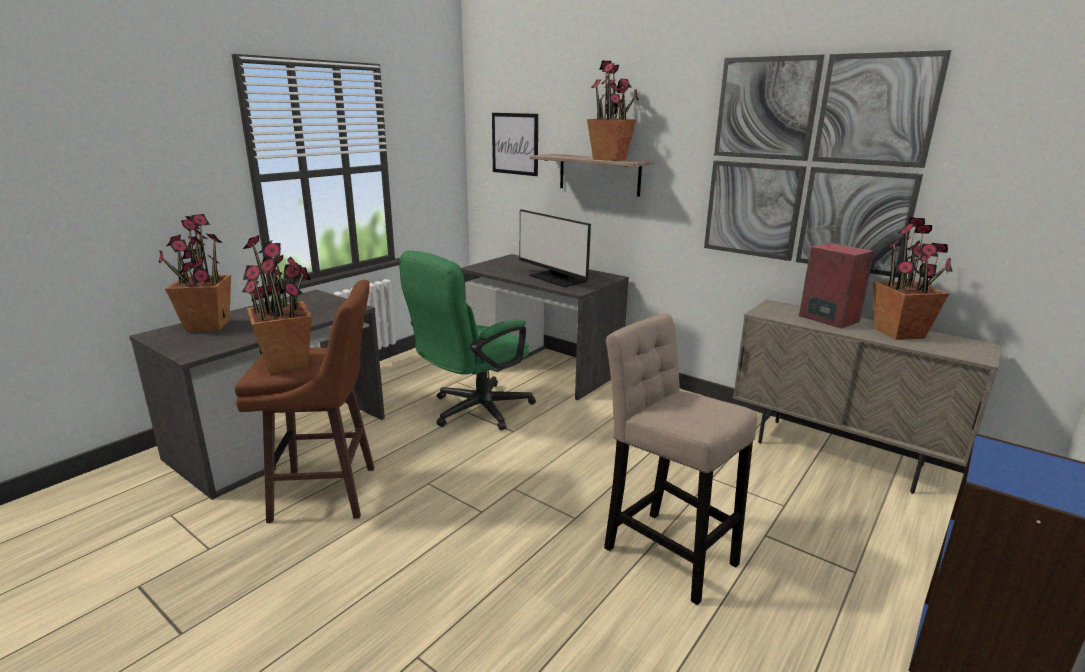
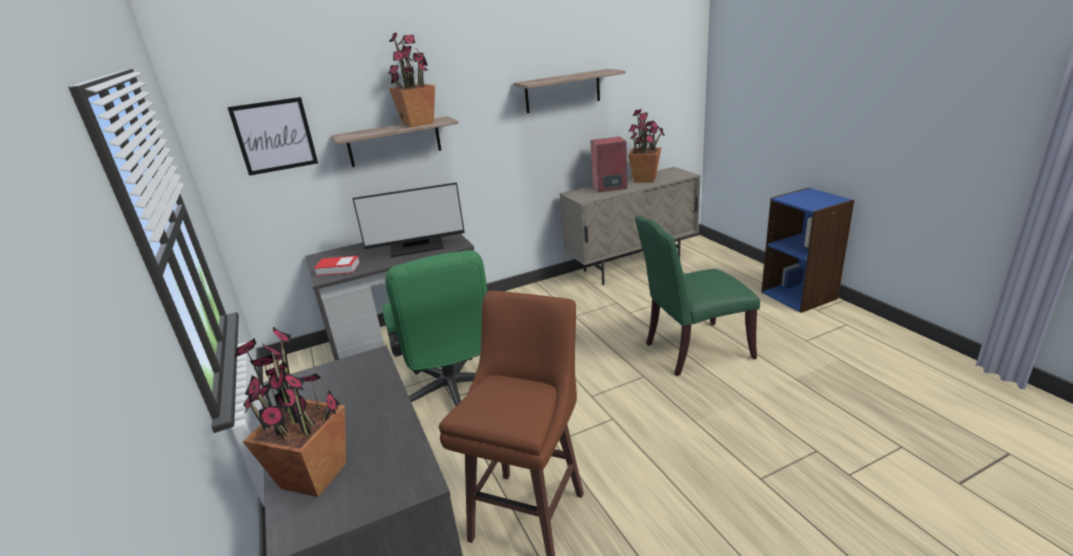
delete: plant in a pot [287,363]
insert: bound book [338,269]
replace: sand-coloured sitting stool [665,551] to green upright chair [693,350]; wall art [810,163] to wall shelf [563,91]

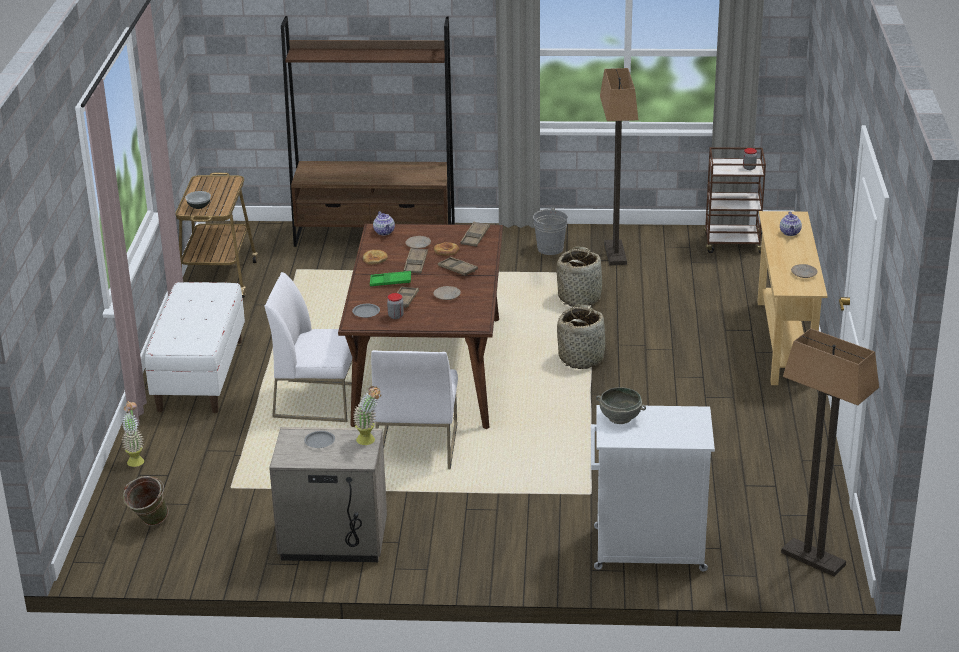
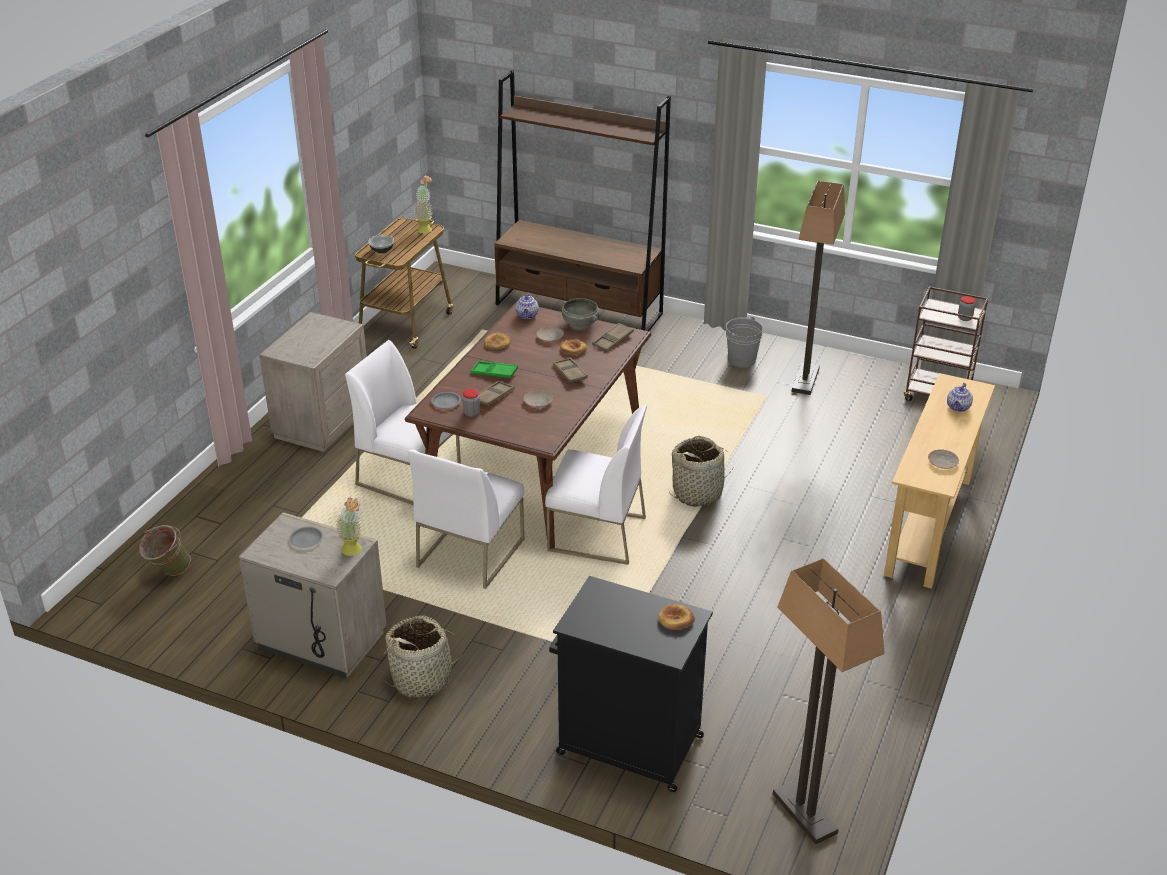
delete: brown-coloured carrying tray [415,264]
insert: whitish upright chair [596,534]; bread [676,619]
move: plant in a pot [135,459] to [425,228]; basket [580,298] to [423,679]; gray deep dish [620,418] to [579,324]
replace: whitish bench [200,375] to sand-coloured bedside table [321,422]
recolor: whitish cabinet [646,549] to black cabinet [627,744]

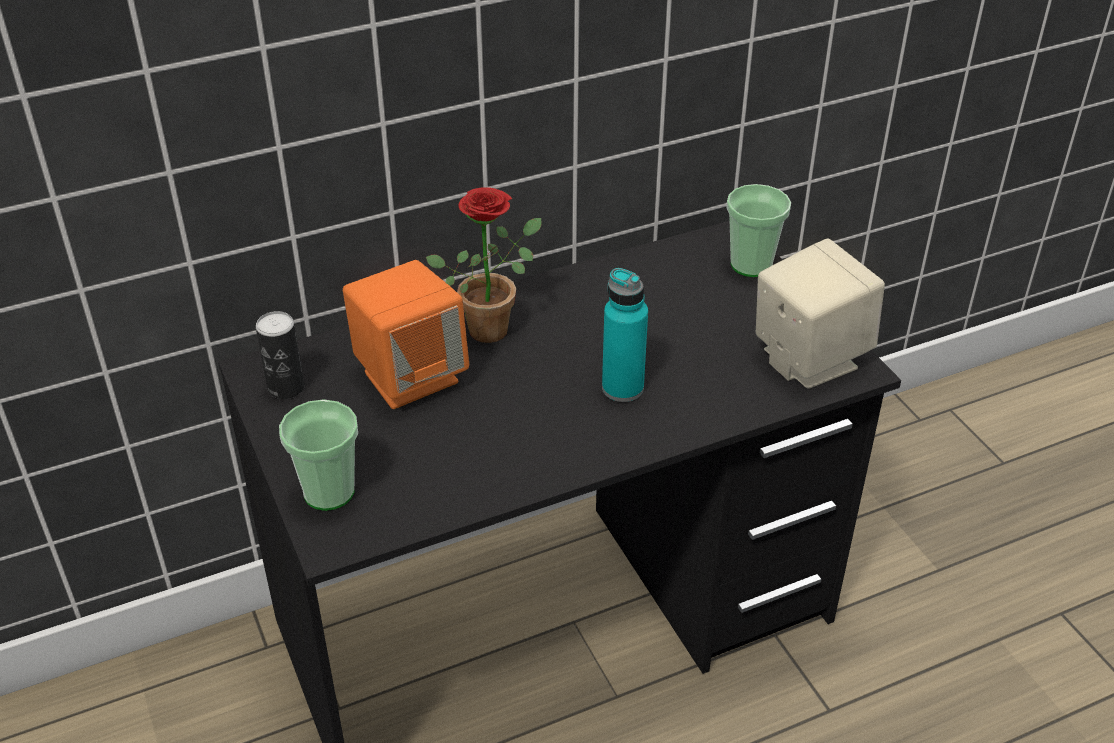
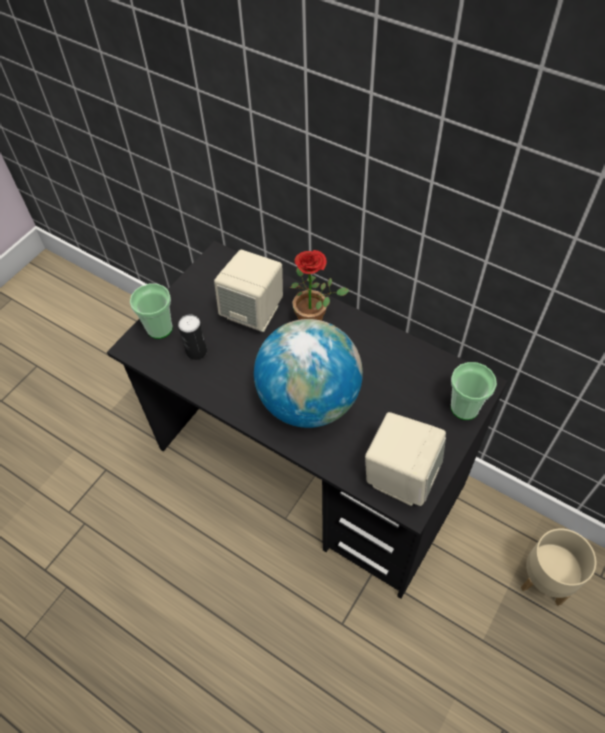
insert: sand-coloured plant pot [546,580]
move: metal can [286,387] to [196,351]
replace: blue-green drink bottle [622,388] to globe [309,401]
recolor: orange-coloured speaker [410,376] to sand-coloured speaker [254,312]

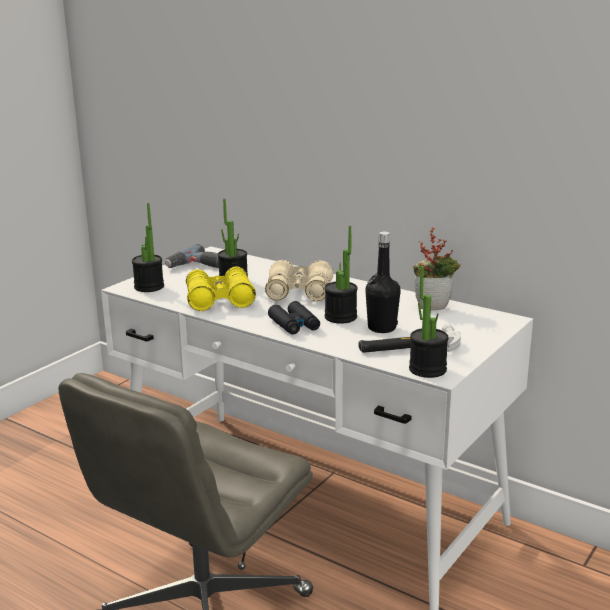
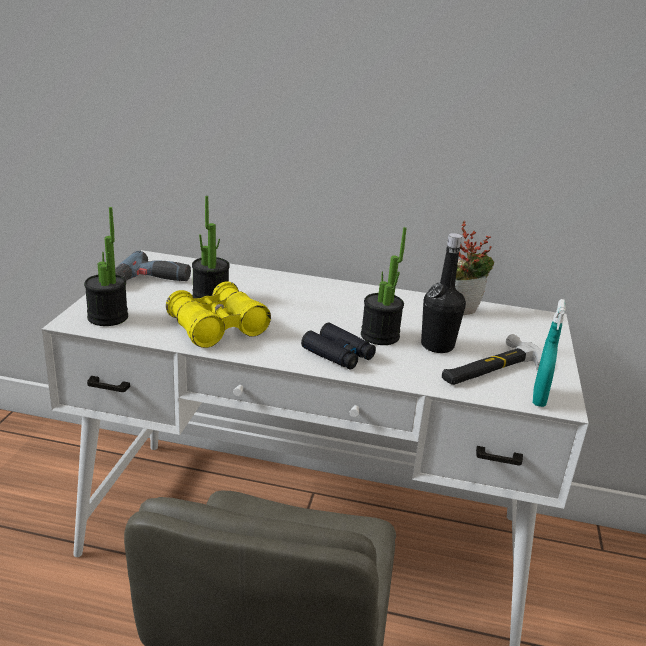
delete: sand-coloured binoculars [299,293]
replace: plant in a pot [427,369] to blue-green spray bottle [539,398]

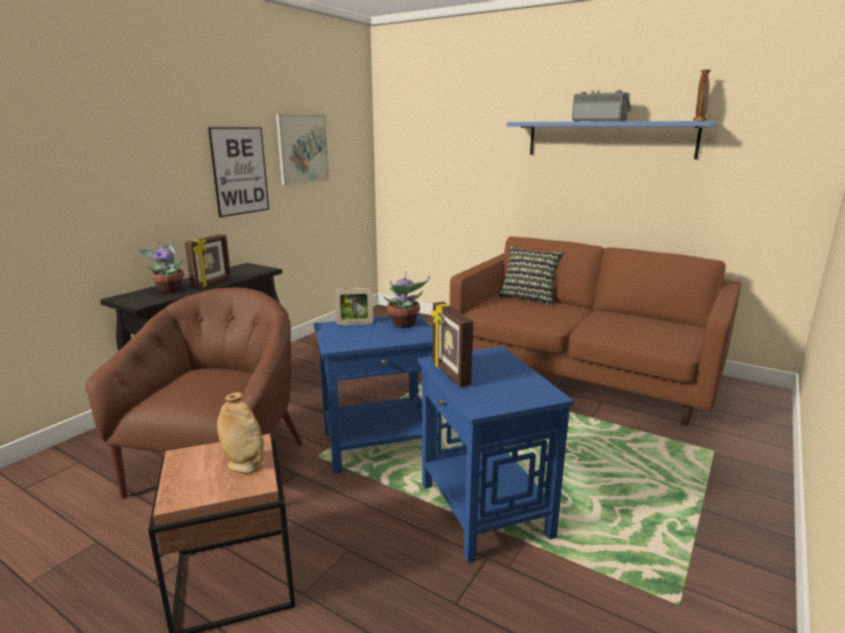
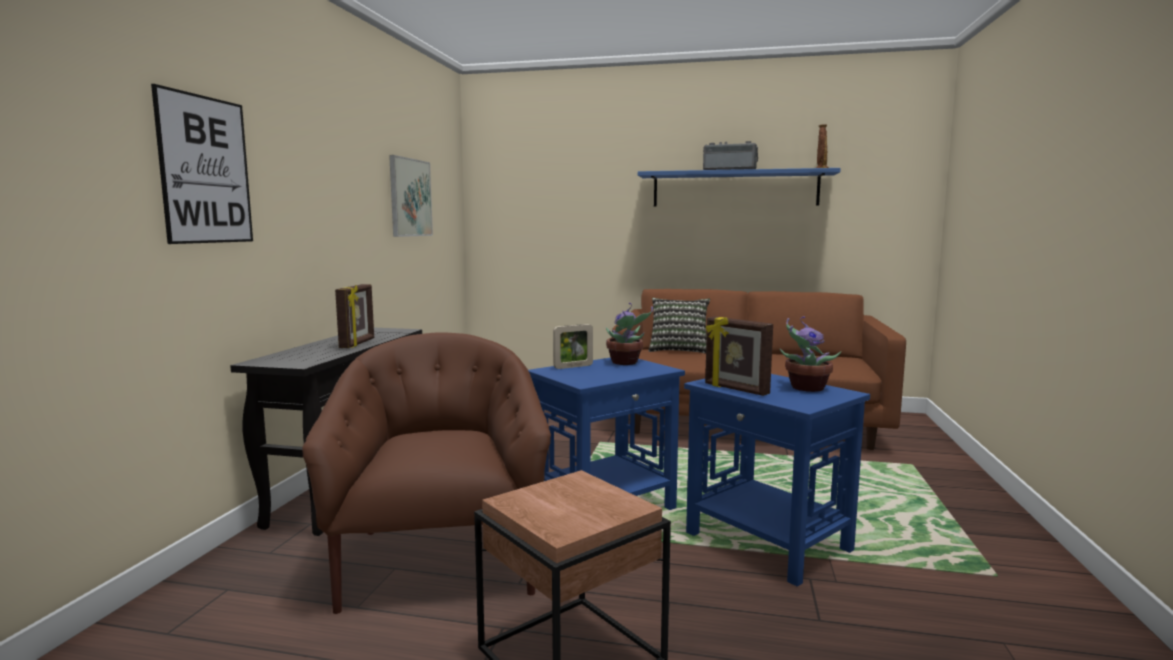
delete: sand-coloured decorative vase [243,466]
move: plant in a pot [169,289] to [805,388]; wall art [240,171] to [205,170]

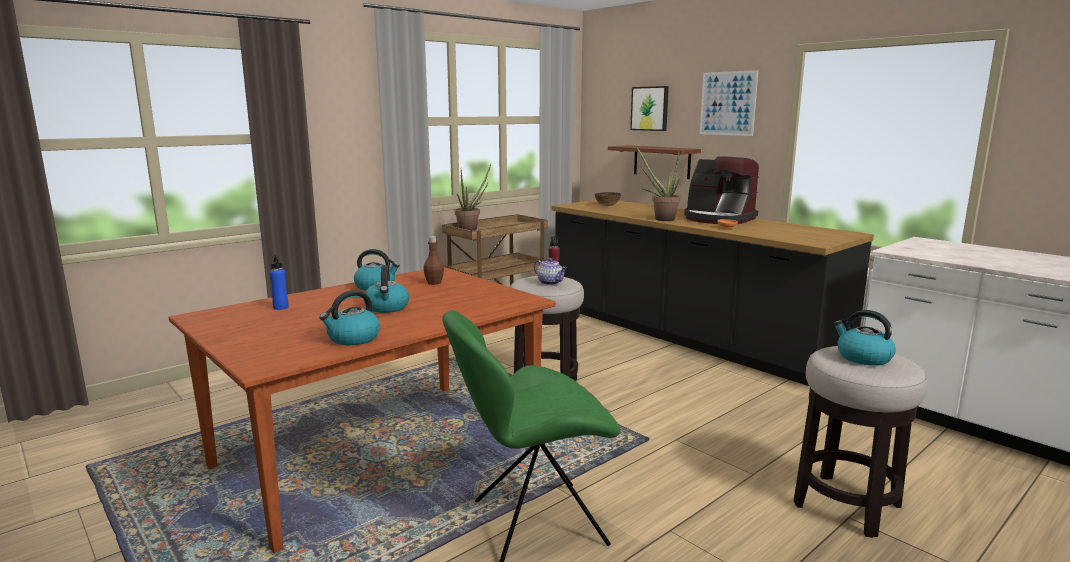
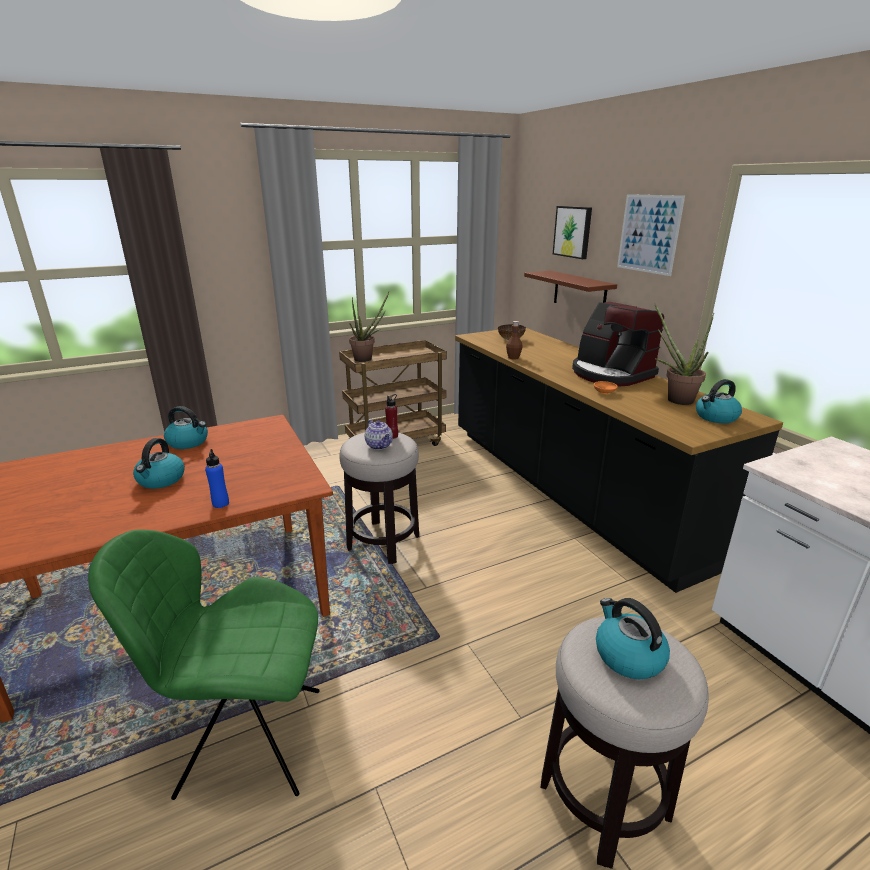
move: blue drink bottle [281,307] to [220,503]; tea kettle [353,339] to [716,417]; brown-coloured drink bottle [434,283] to [513,358]; plant in a pot [660,219] to [674,399]

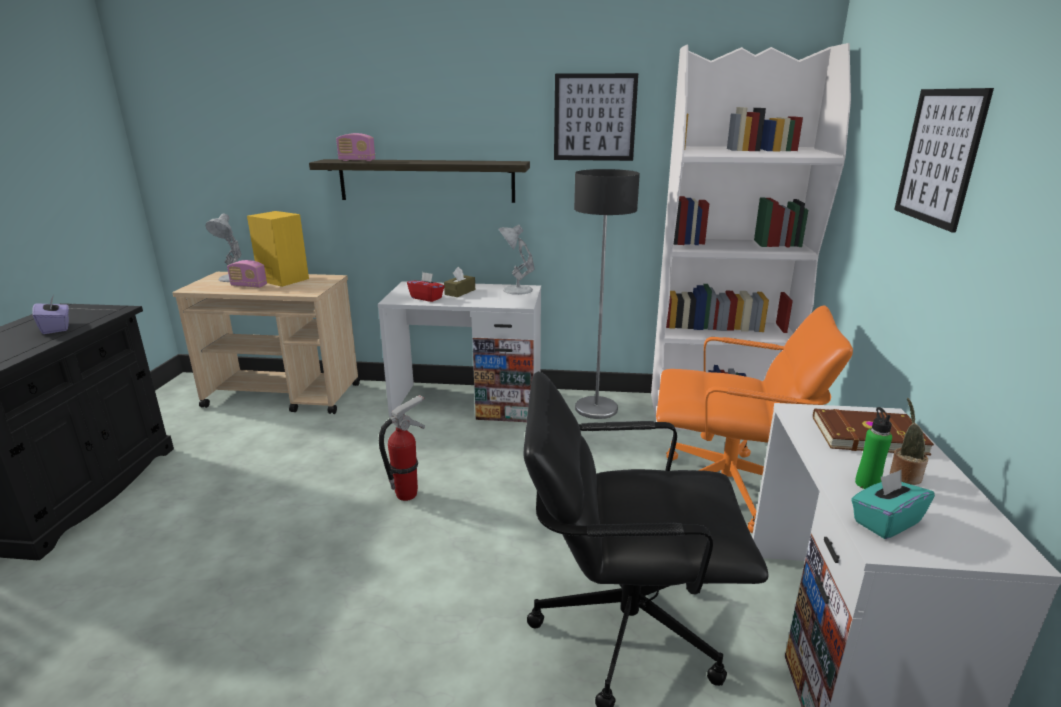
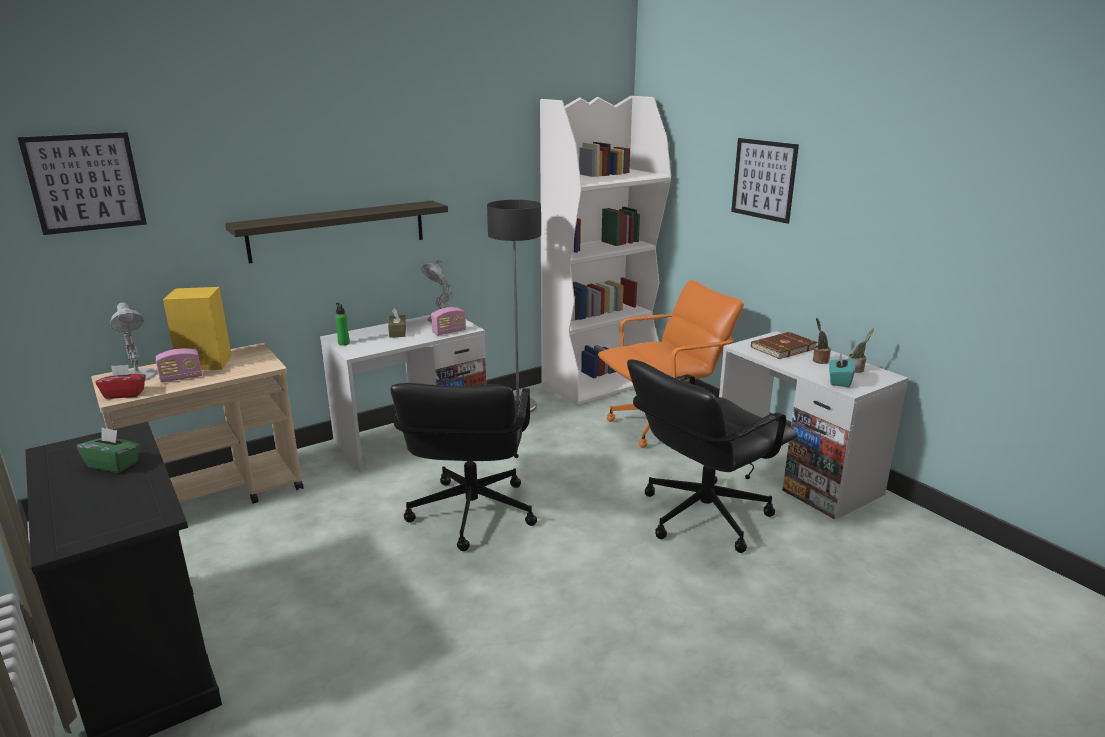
insert: plant in a pot [856,370]
move: radio [357,160] to [449,332]; red-coloured tissue box [427,298] to [125,394]; wall art [594,117] to [85,183]; green drink bottle [867,484] to [344,343]
replace: fire extinguisher [407,494] to black computer chair [471,513]
recolor: purple-coloured tissue box [56,328] to green tissue box [113,464]

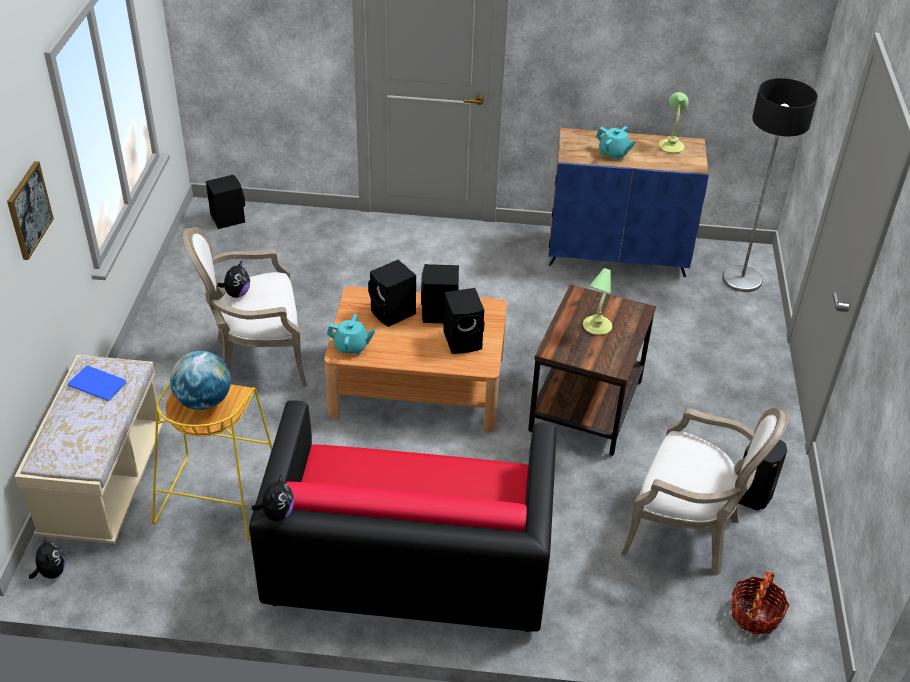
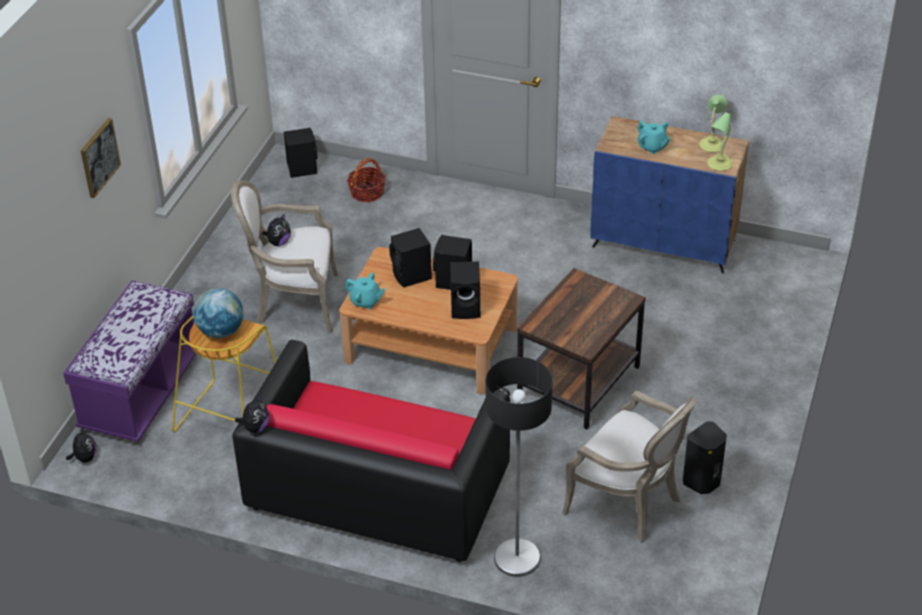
delete: blue bound book [97,383]
move: tabletop lamp [596,327] to [719,164]; standing lamp [741,279] to [516,558]; basket [755,614] to [367,192]
recolor: sand-coloured bench [104,483] to purple-coloured bench [141,392]

